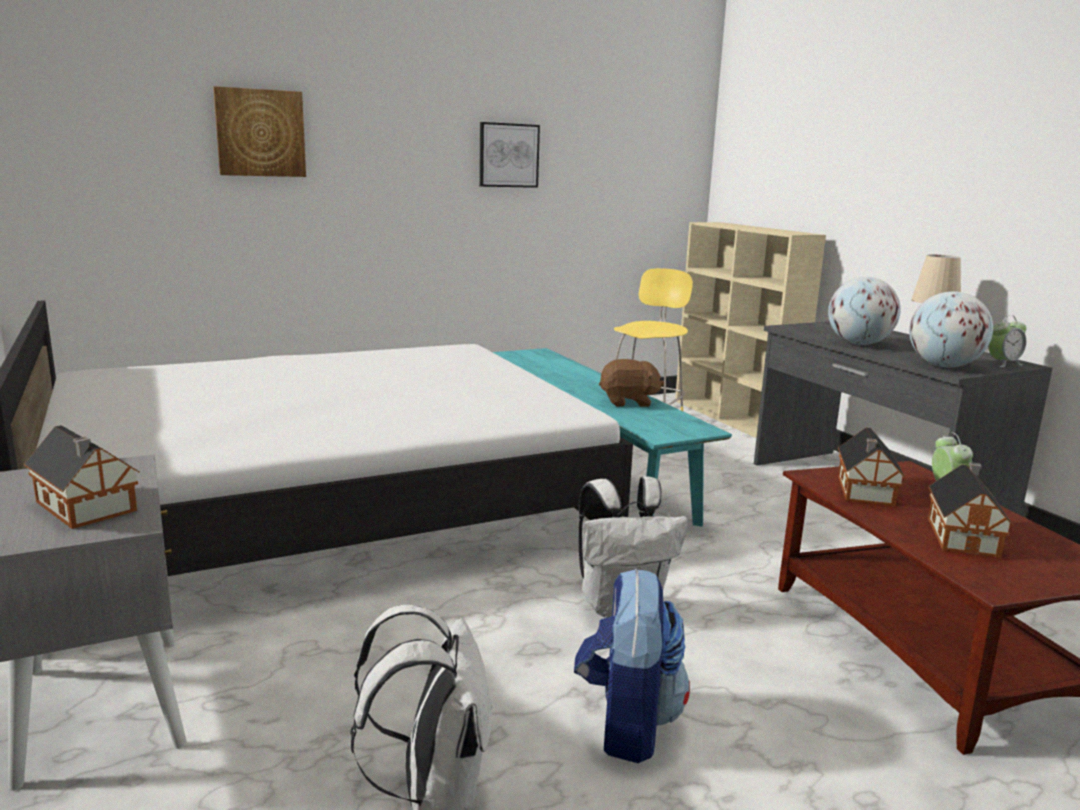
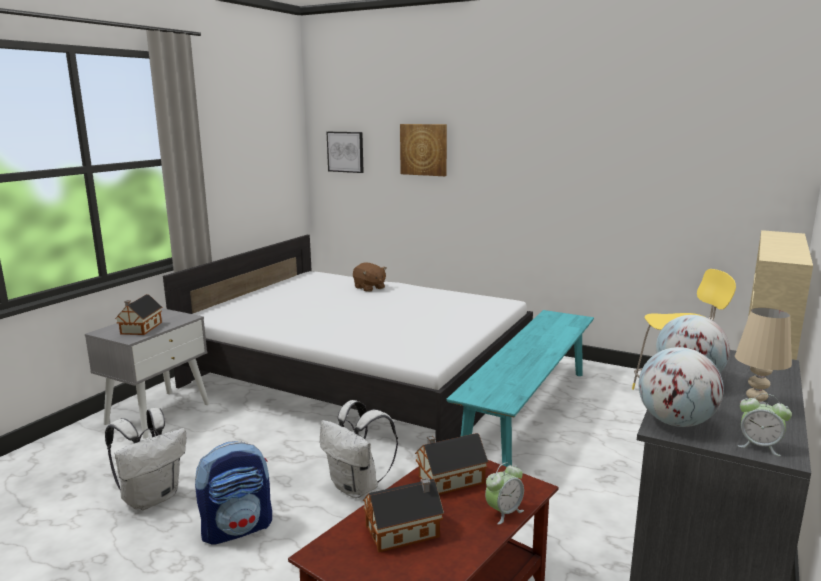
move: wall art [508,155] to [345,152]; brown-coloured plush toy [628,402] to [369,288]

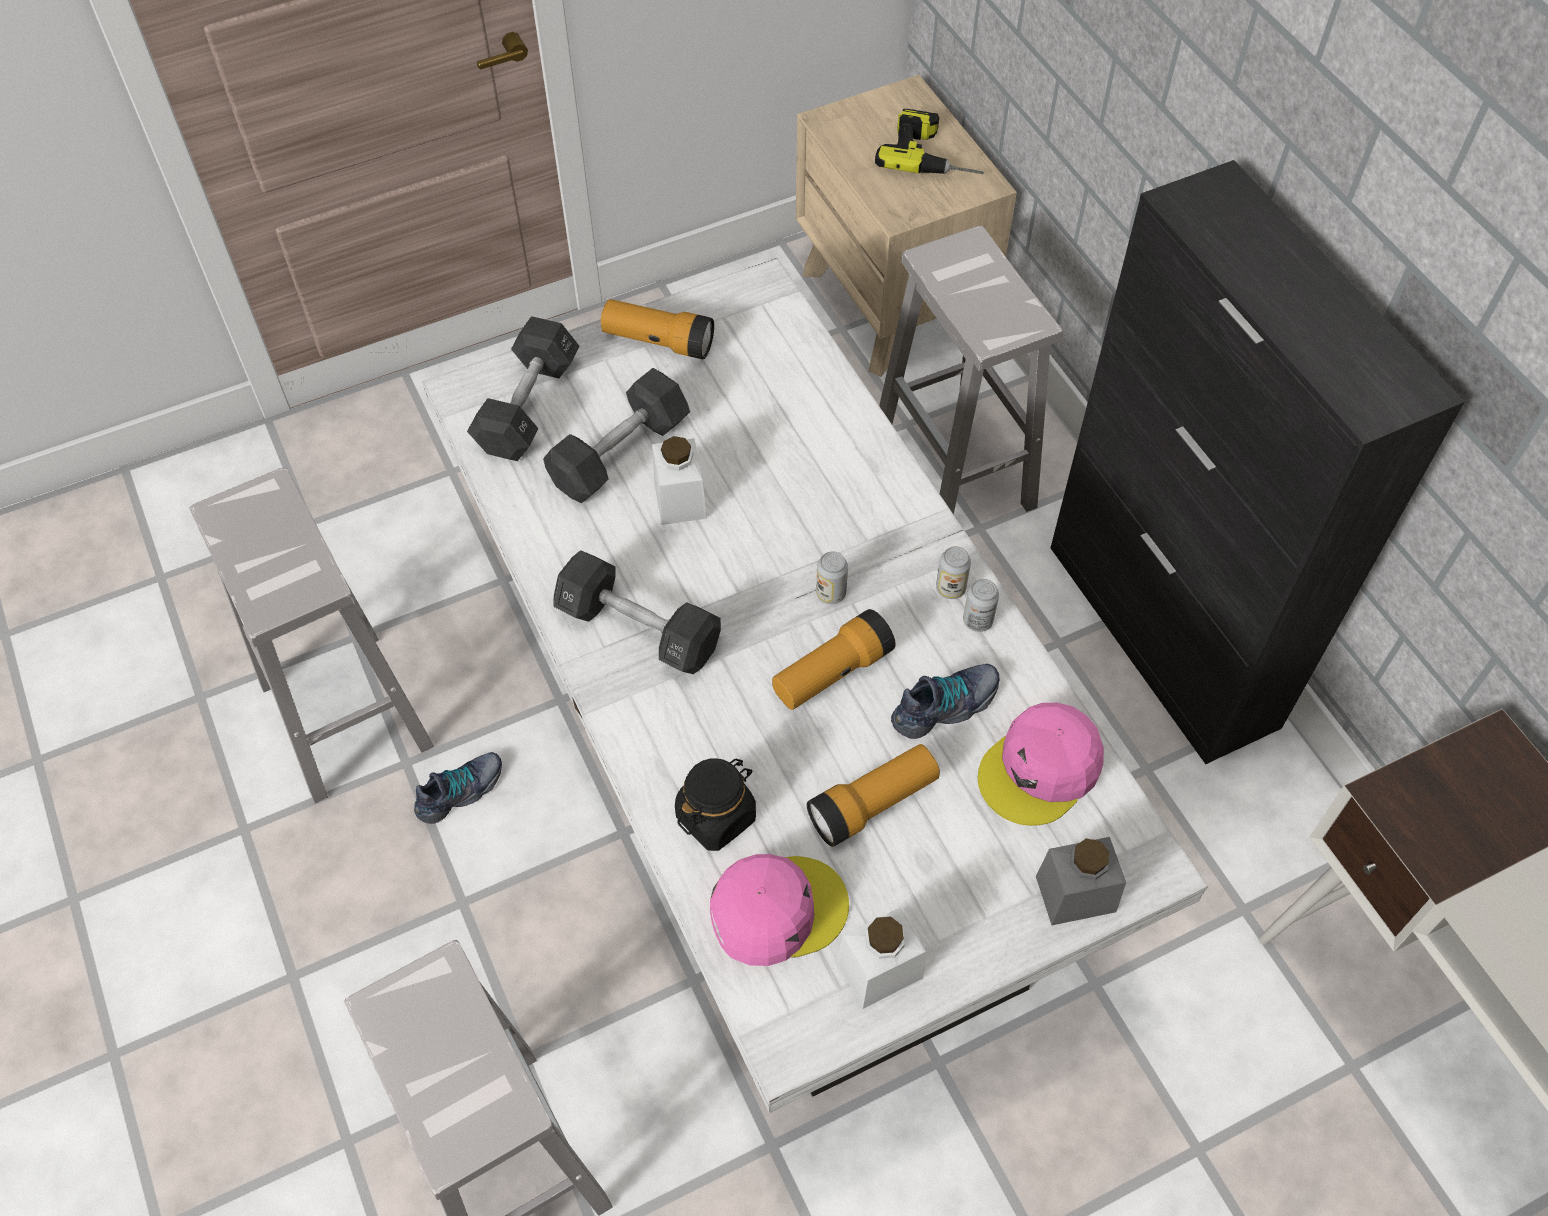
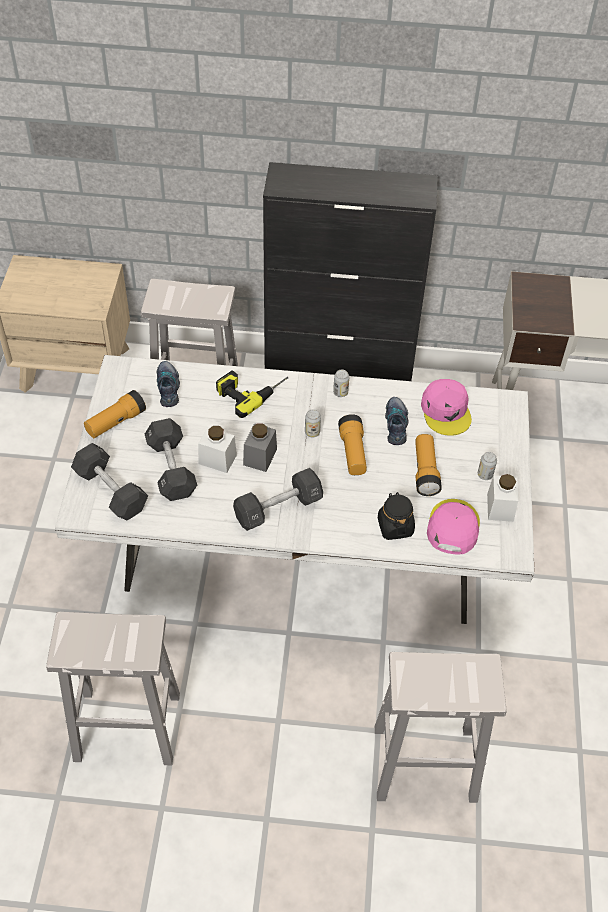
move: item of footwear [461,792] to [168,387]; power drill [934,154] to [251,390]; metal can [977,621] to [485,475]; gray storage jar [1075,894] to [260,457]

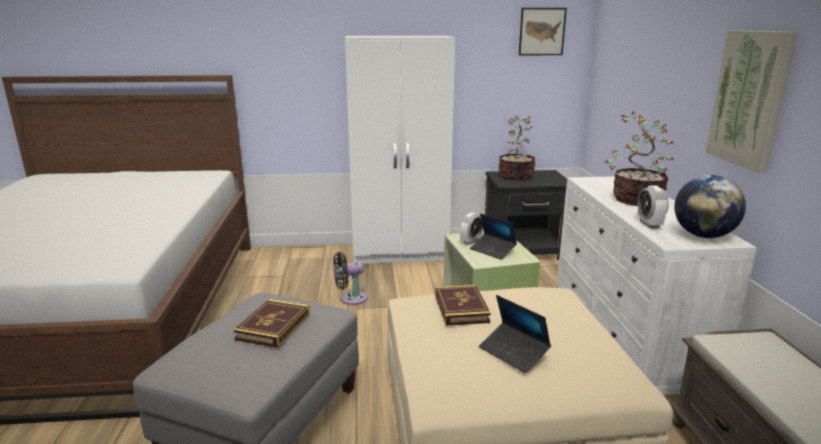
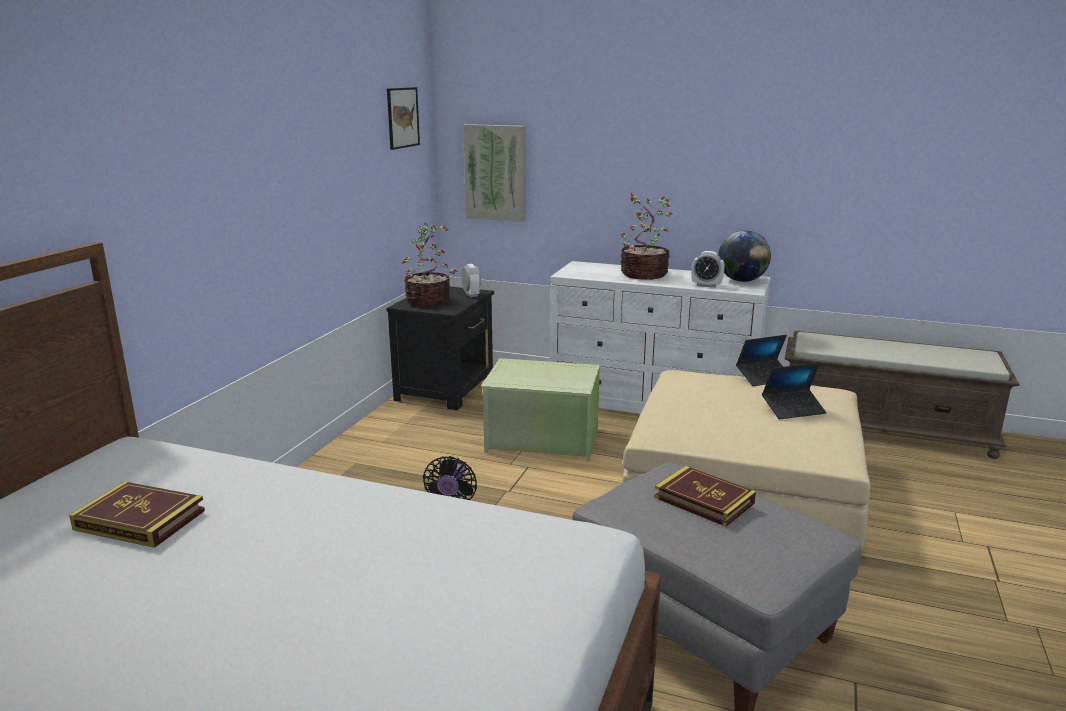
delete: whitish clothes cupboard [401,253]
move: bound book [461,308] to [140,520]; bedside clock [470,241] to [471,294]; laptop [492,250] to [764,377]; wall art [750,98] to [495,172]

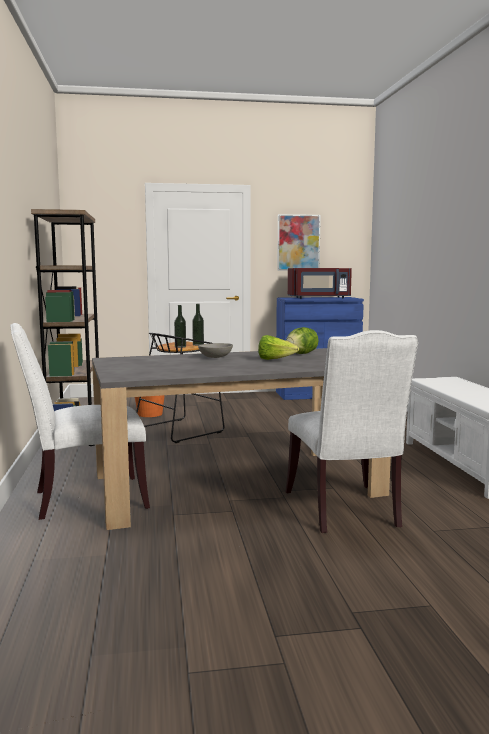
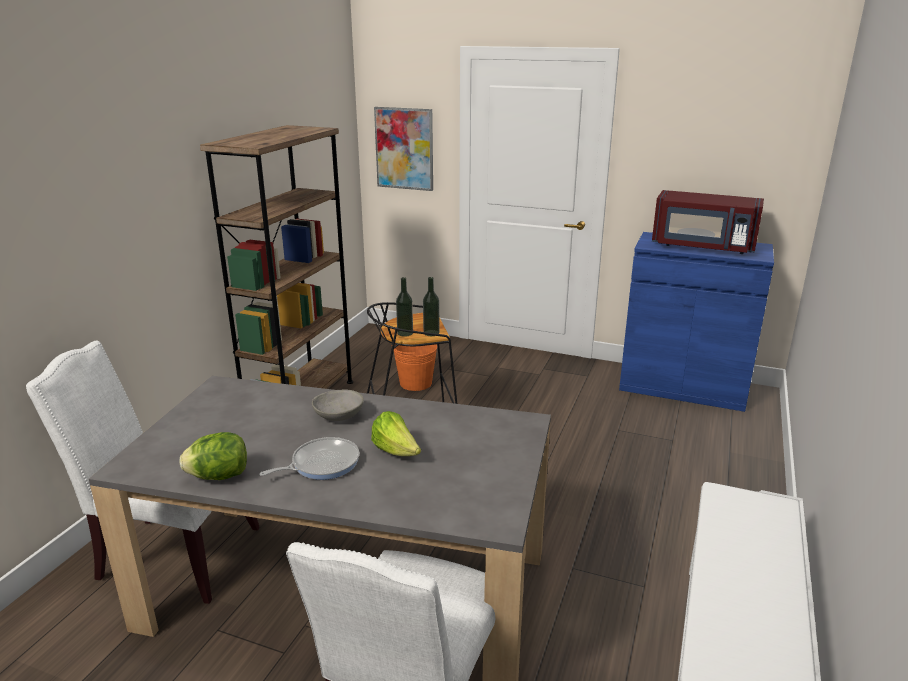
insert: pan [321,464]
move: wall art [298,242] to [404,148]; lettuce [301,354] to [219,476]

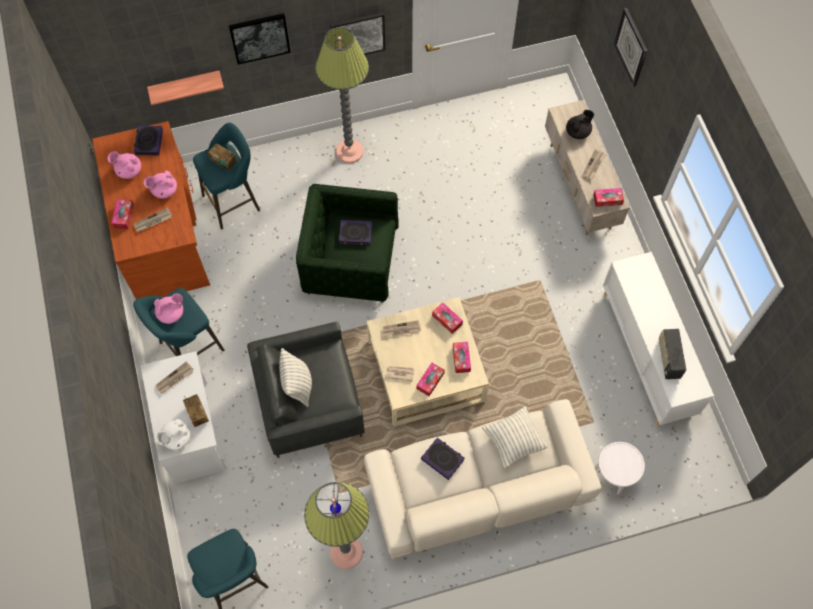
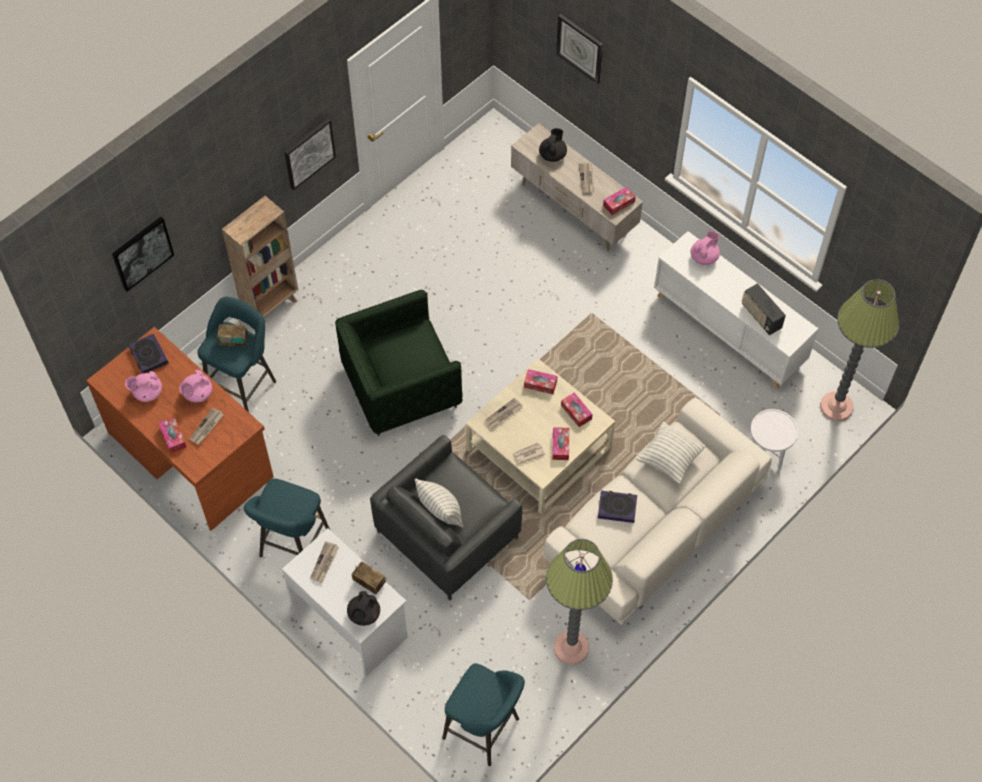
delete: wall shelf [185,86]; bound book [355,234]
insert: brown-coloured bookshelf [271,306]
move: pink-coloured tea pot [171,313] to [704,257]; wall art [260,37] to [142,253]; standing lamp [349,151] to [836,406]
recolor: whitish tea pot [176,438] to black tea pot [364,615]

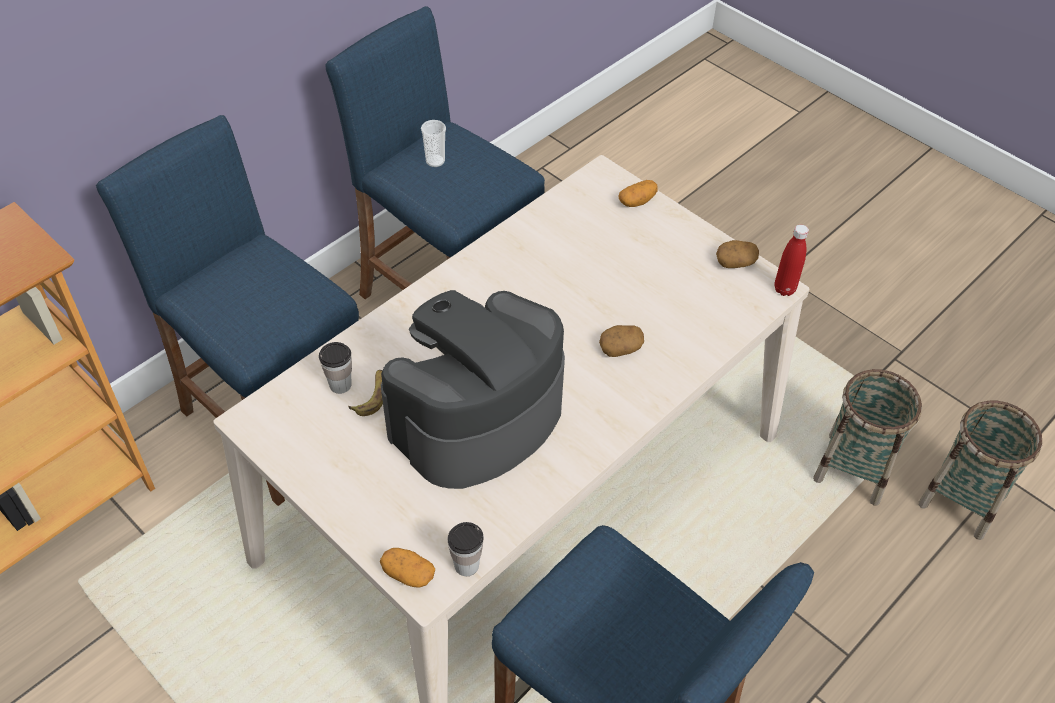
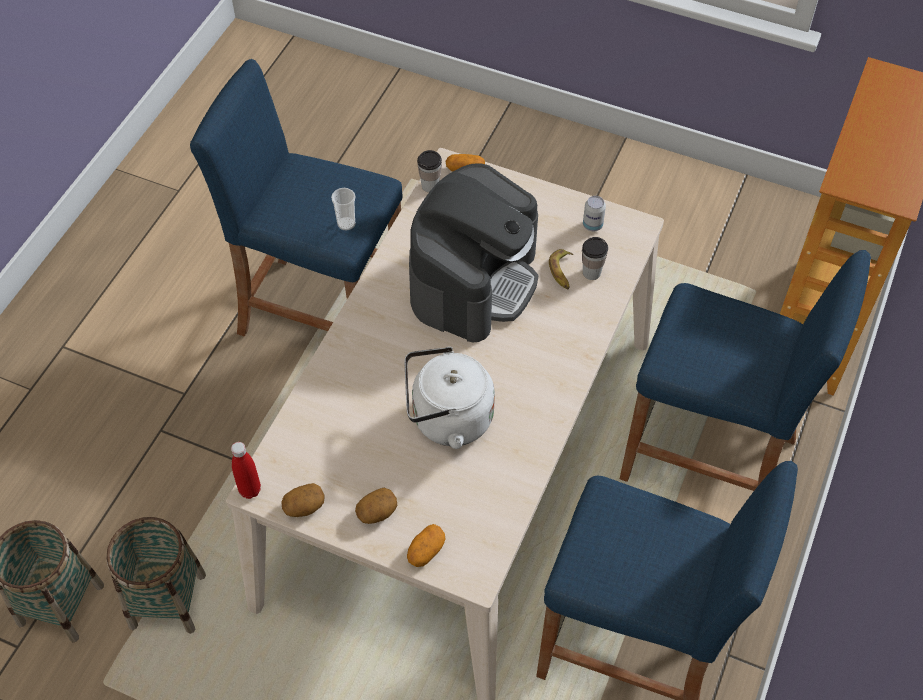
insert: whitish tea kettle [447,419]; metal can [592,225]
move: small cup [435,161] to [346,224]; spud [620,348] to [377,512]

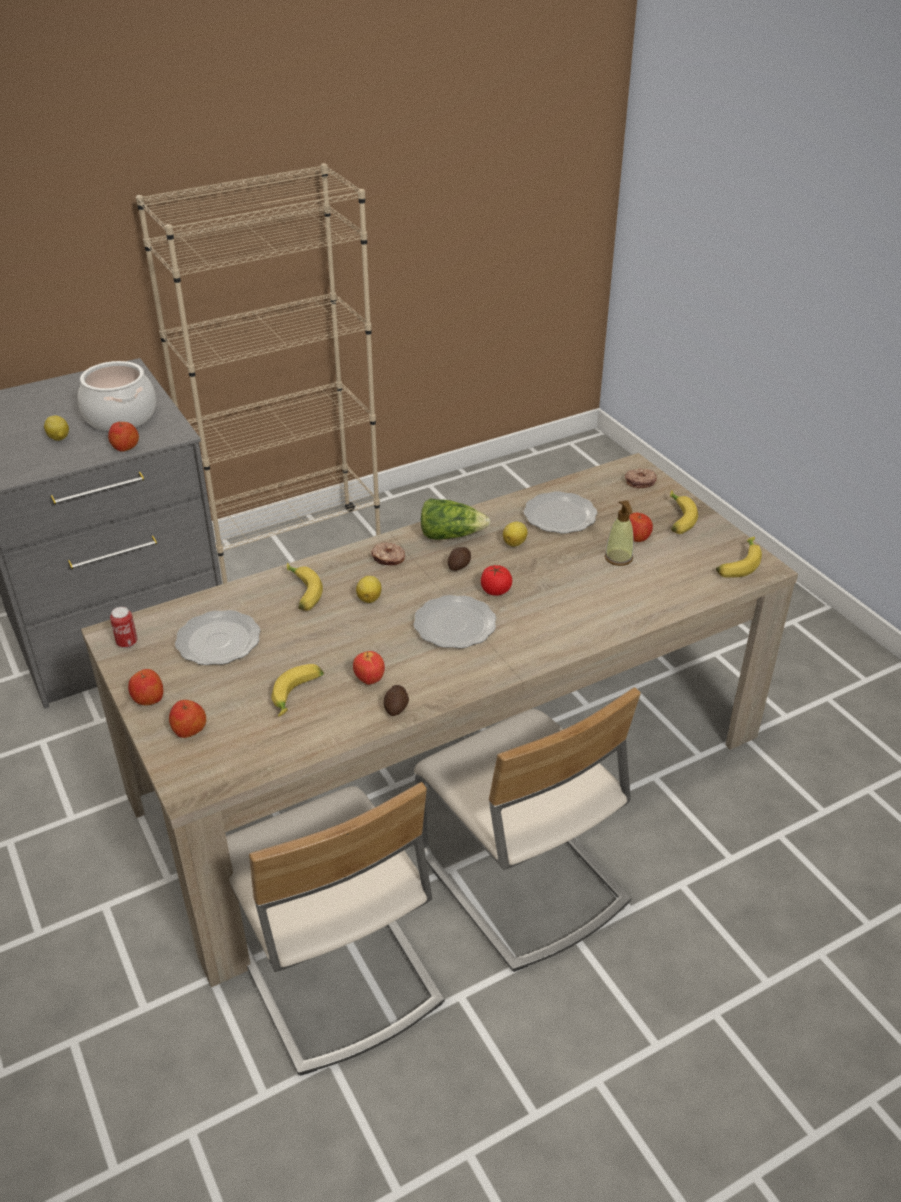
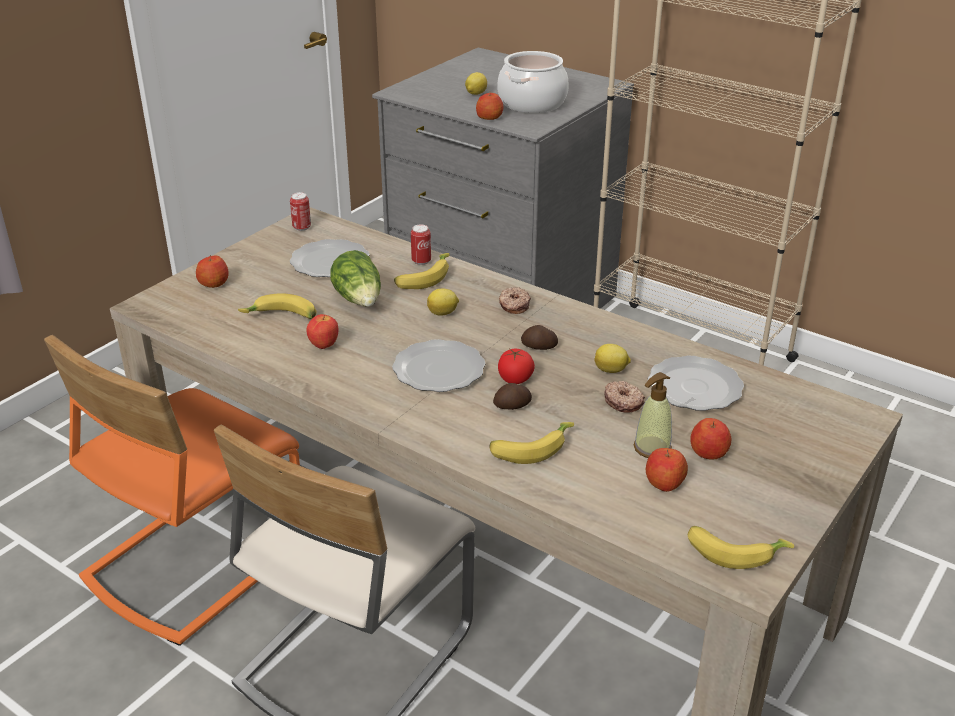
insert: metal can [421,261]
move: apple [148,698] to [664,482]; spud [396,707] to [513,406]; lettuce [451,535] to [359,300]; donut [640,482] to [623,402]; banana [677,518] to [530,448]
recolor: sand-coloured upright chair [333,969] to orange-coloured upright chair [193,561]

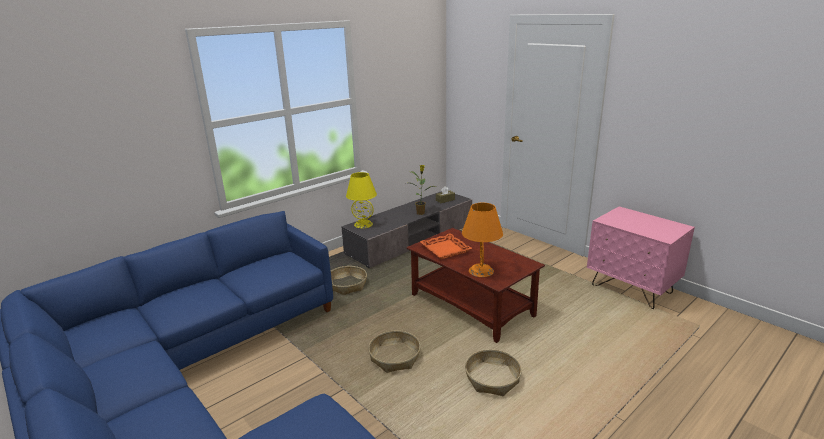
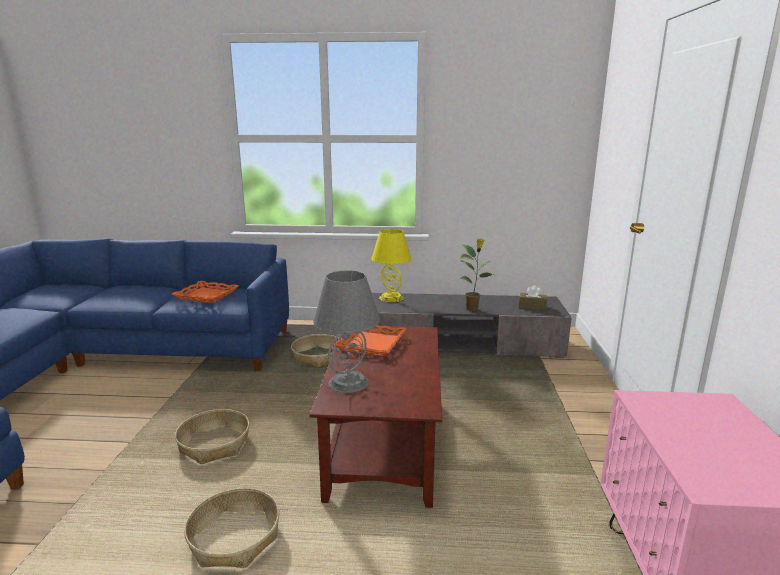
insert: orange-coloured carrying tray [206,295]
recolor: orange-coloured tabletop lamp [481,271] to gray tabletop lamp [348,383]

